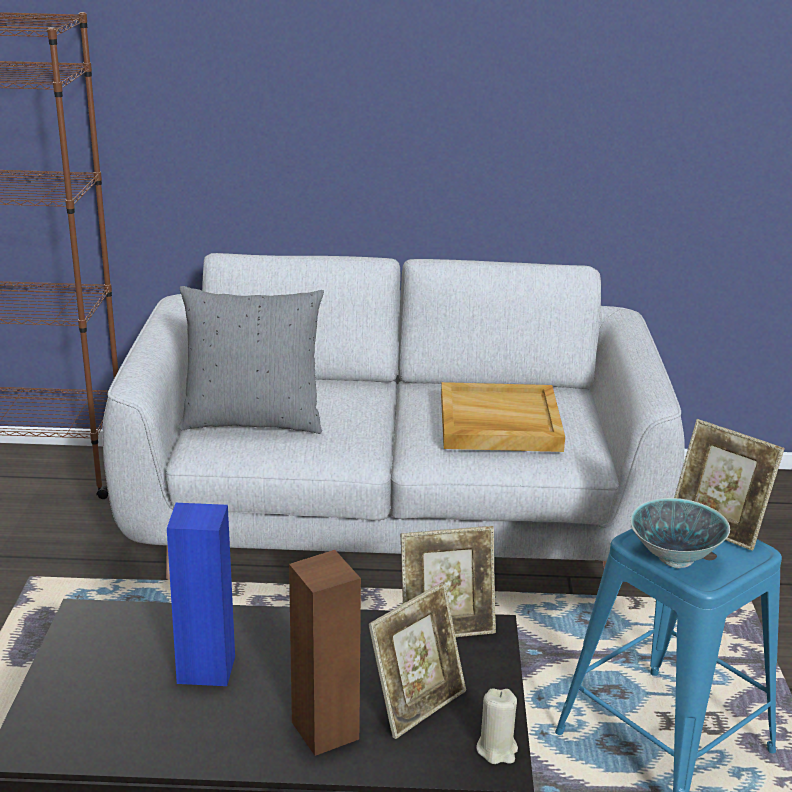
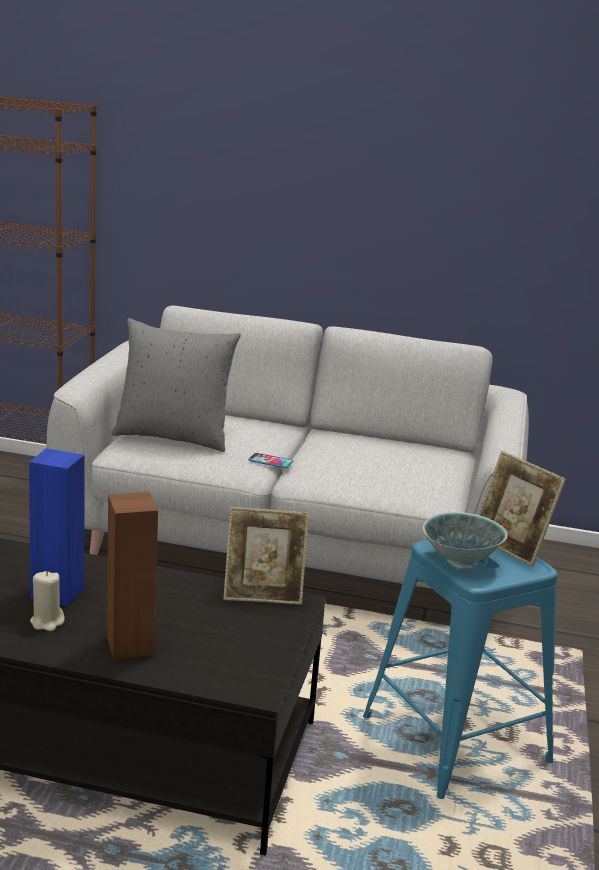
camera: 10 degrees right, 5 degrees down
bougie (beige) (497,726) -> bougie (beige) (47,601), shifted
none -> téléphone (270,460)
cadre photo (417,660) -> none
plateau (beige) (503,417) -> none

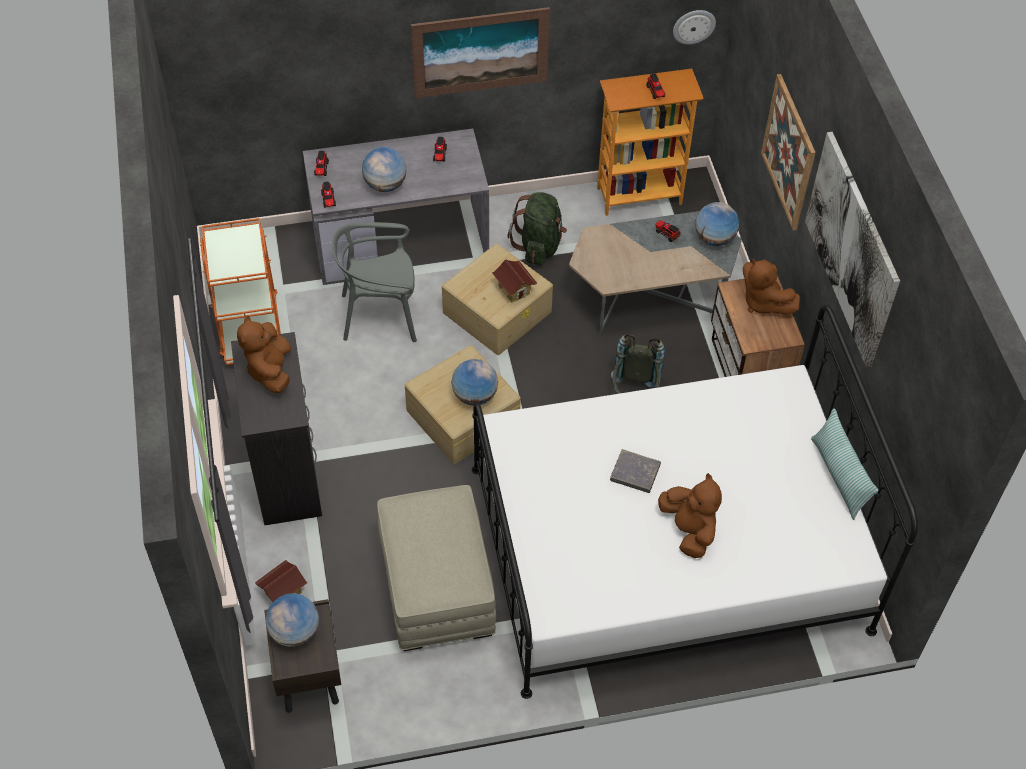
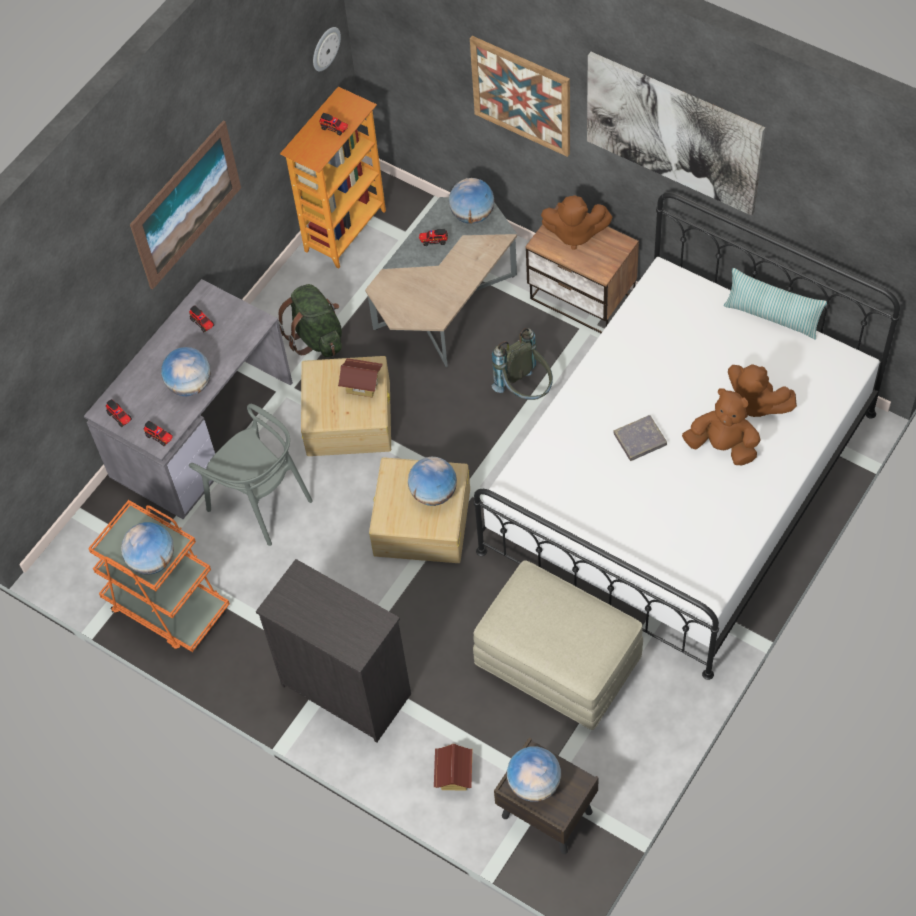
camera: 40 degrees left, 5 degrees up
none -> globe (147,548)
chaise (gris) (374,282) -> chaise (gris) (251,475), 90 degrees counterclockwise
peluche (marron) (264,354) -> peluche (marron) (762,391), shifted

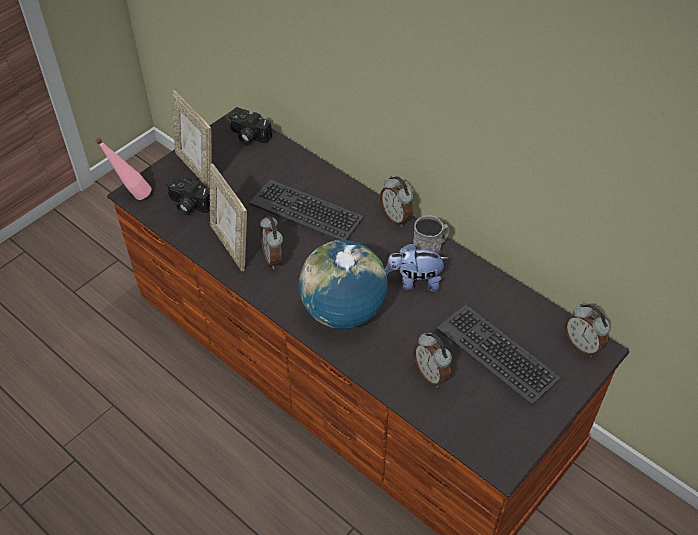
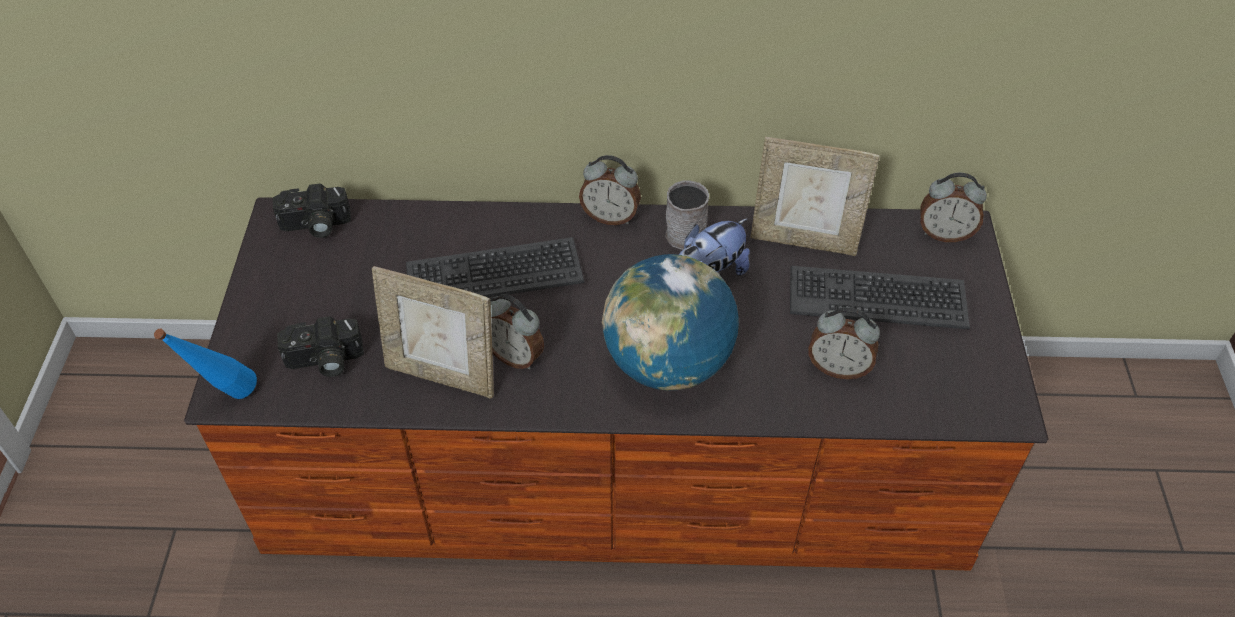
camera: 40 degrees left, 0 degrees up
bouteille (rose) (123,169) -> bouteille (bleu) (205,364)
cadre photo (192,140) -> cadre photo (815,196), shifted

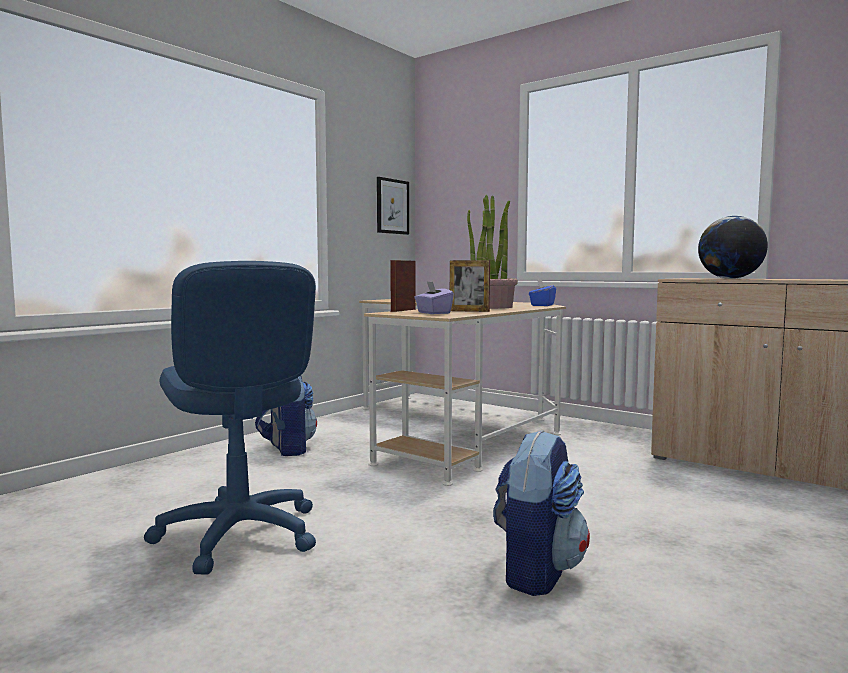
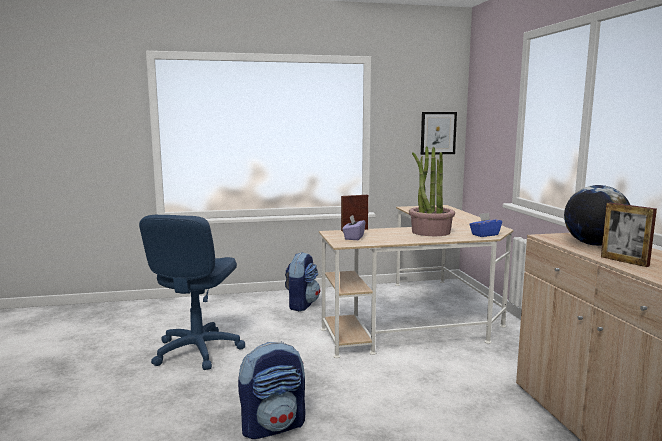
camera: 40 degrees right, 5 degrees up
cadre photo (470,286) -> cadre photo (629,234), shifted

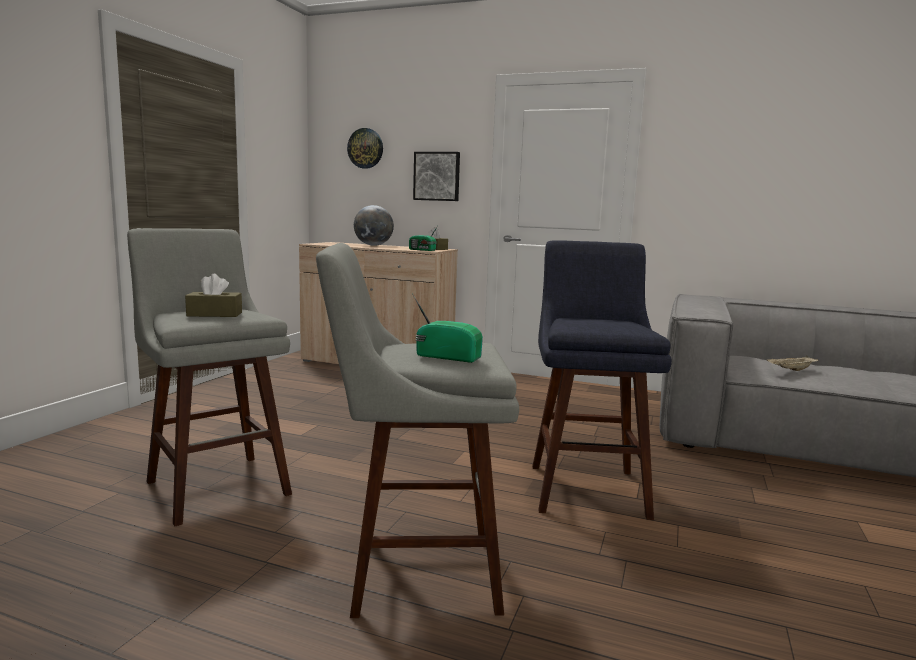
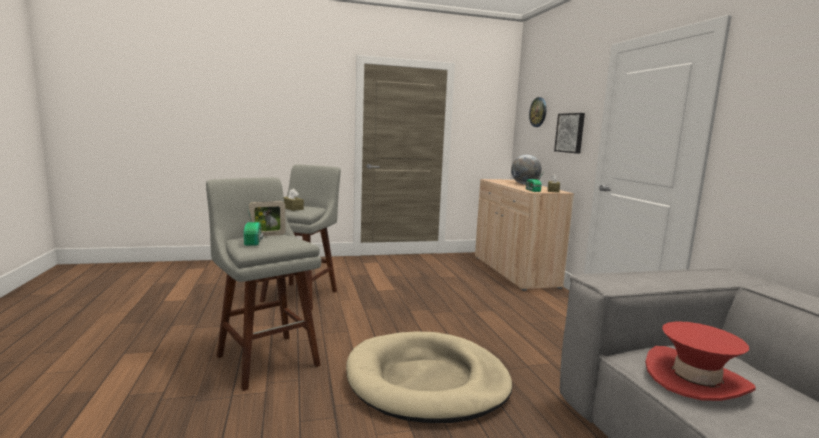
camera: 55 degrees right, 0 degrees up
none -> cadre photo (267,218)
tabouret (bleu) (602,380) -> panier pour chien (beige) (429,377)
plateau (beige) (792,363) -> chapeau (rouge) (700,361)

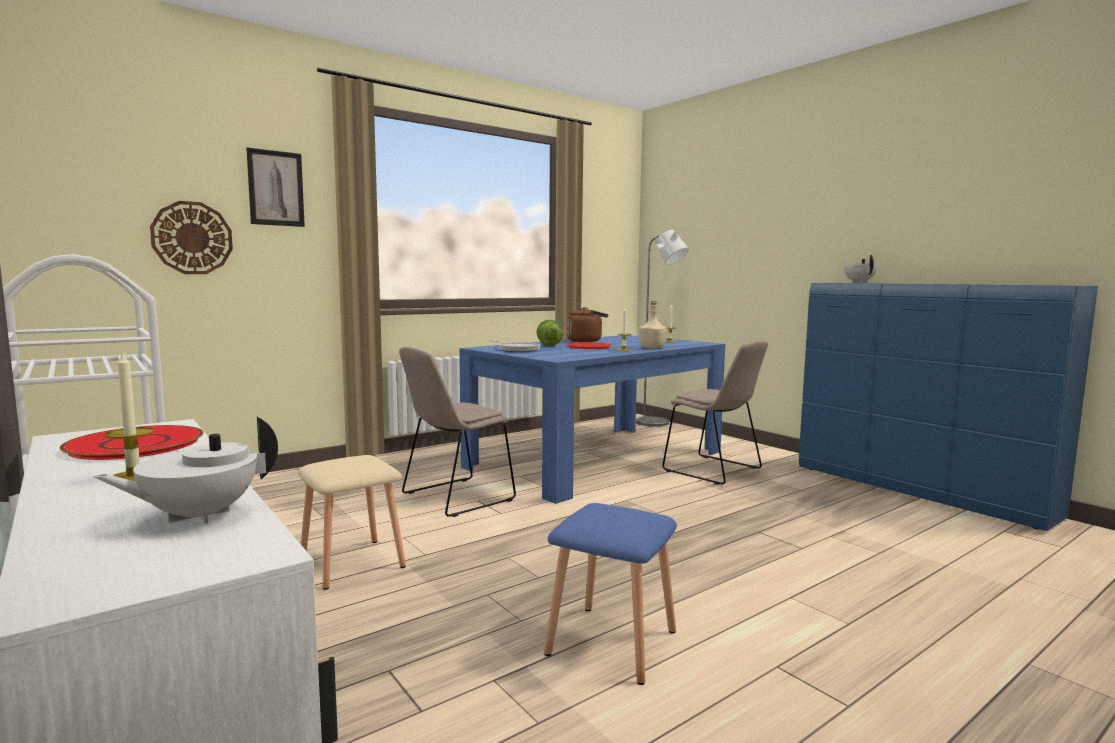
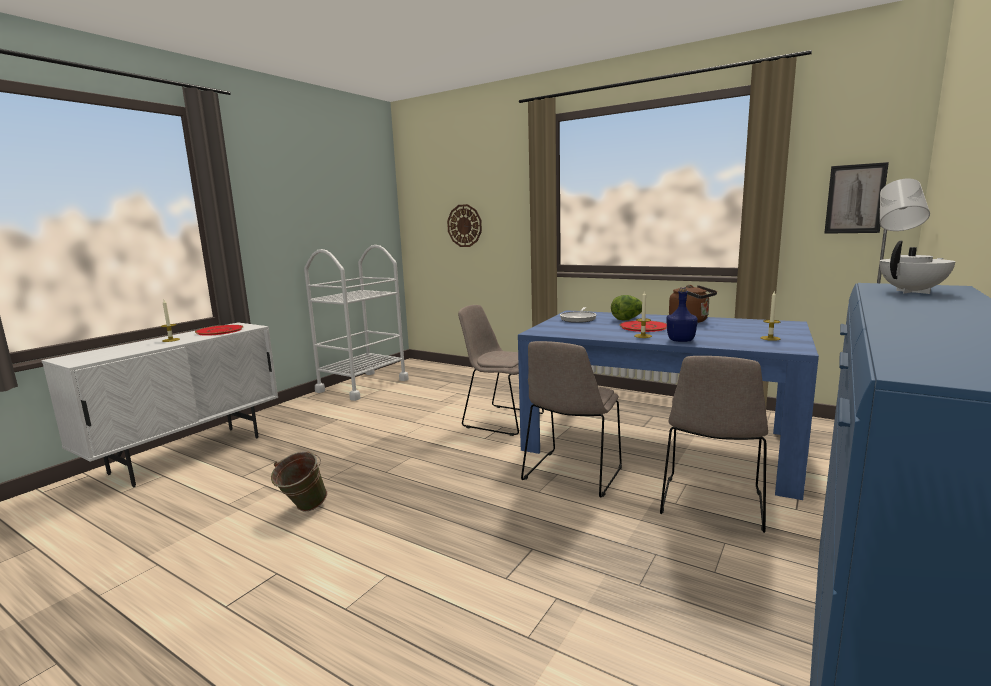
camera: 70 degrees right, 5 degrees up
tabouret (bleu) (610,594) -> seau (vert) (299,481)
none -> chaise (beige) (571,419)
bouteille (beige) (653,325) -> bouteille (bleu) (682,314)
tableau (275,187) -> tableau (856,198), shifted
théière (blanc) (185,470) -> none
tabouret (beige) (352,522) -> none

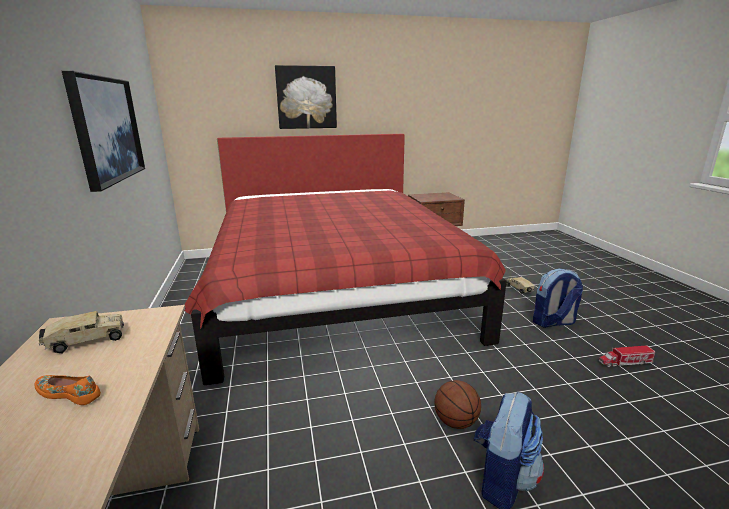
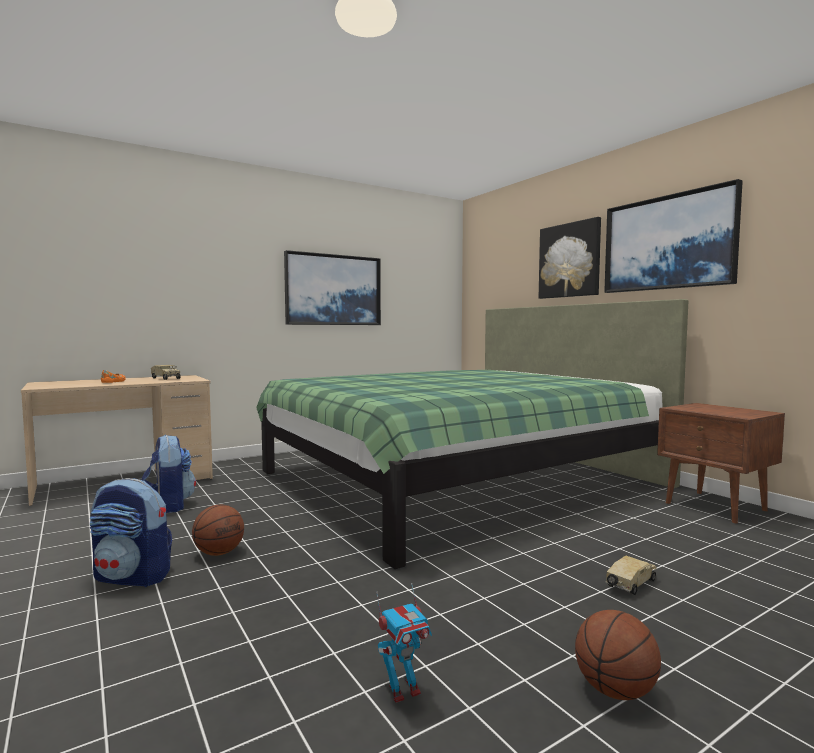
camera: 70 degrees right, 15 degrees down
sac à dos (558,298) -> sac à dos (168,474), shifted
lit (rouge) (345,259) -> lit (vert) (472,434)
camion jouet (627,356) -> robot jouet (404,643)
none -> ballon de basket (618,655)
none -> tableau (673,236)

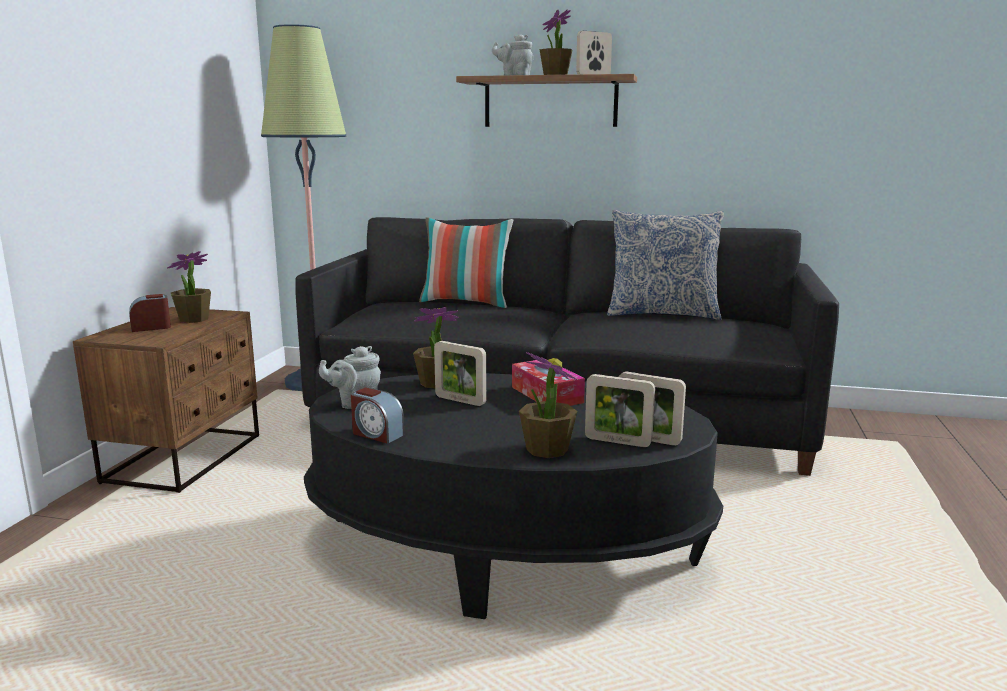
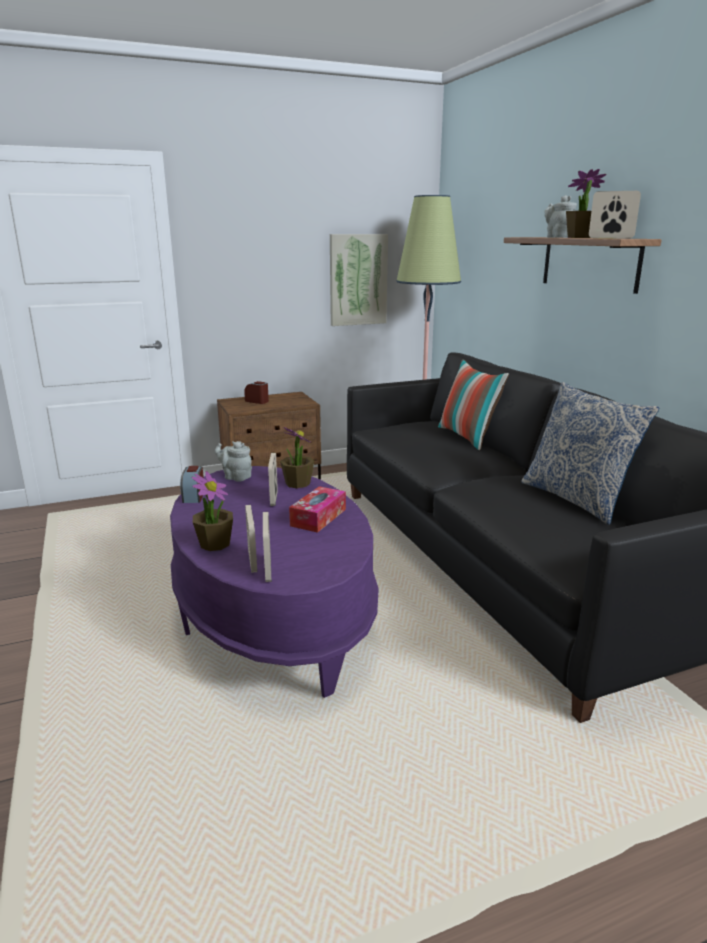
camera: 55 degrees right, 5 degrees up
table basse (noir) (513,496) -> table basse (violet) (274,582)
none -> tableau (359,280)
plante en pot (189,287) -> none

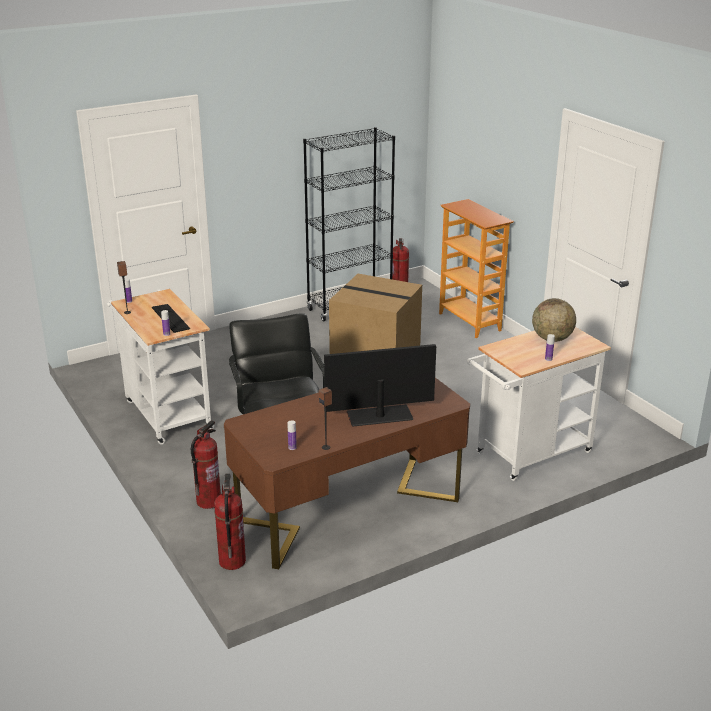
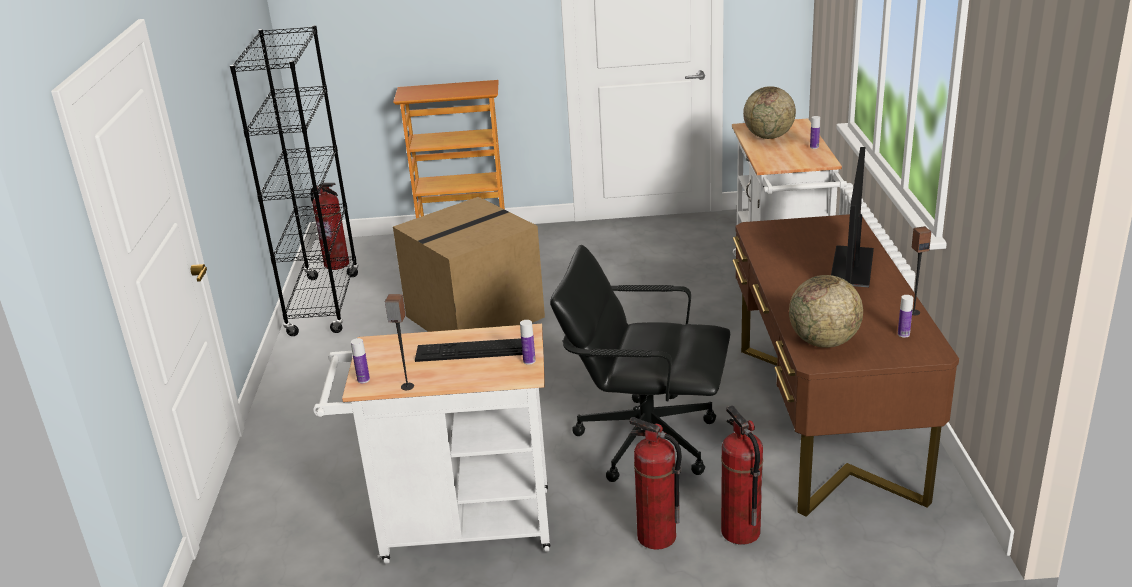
camera: 60 degrees left, 0 degrees up
extincteur (230,521) -> extincteur (655,483), shifted
none -> globe (826,311)

